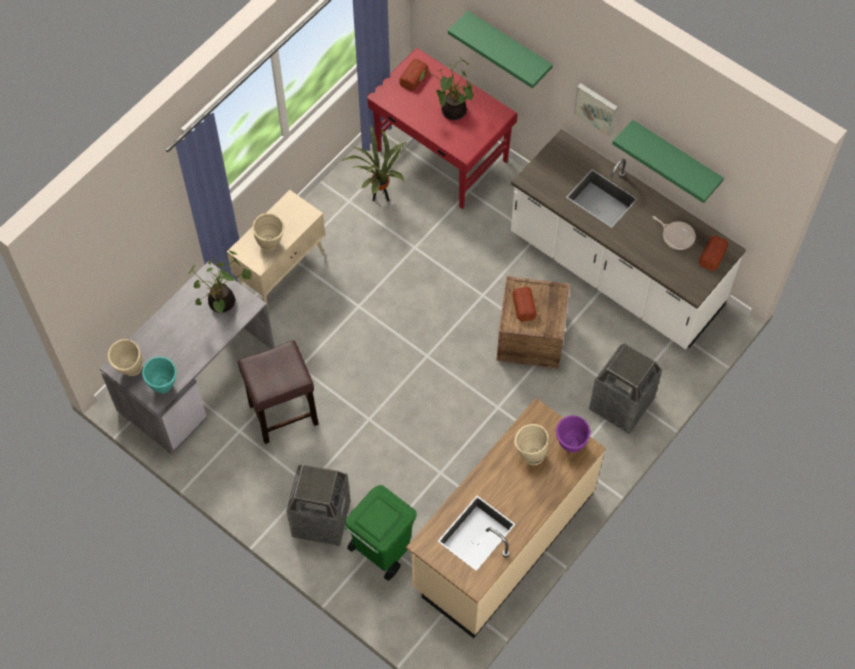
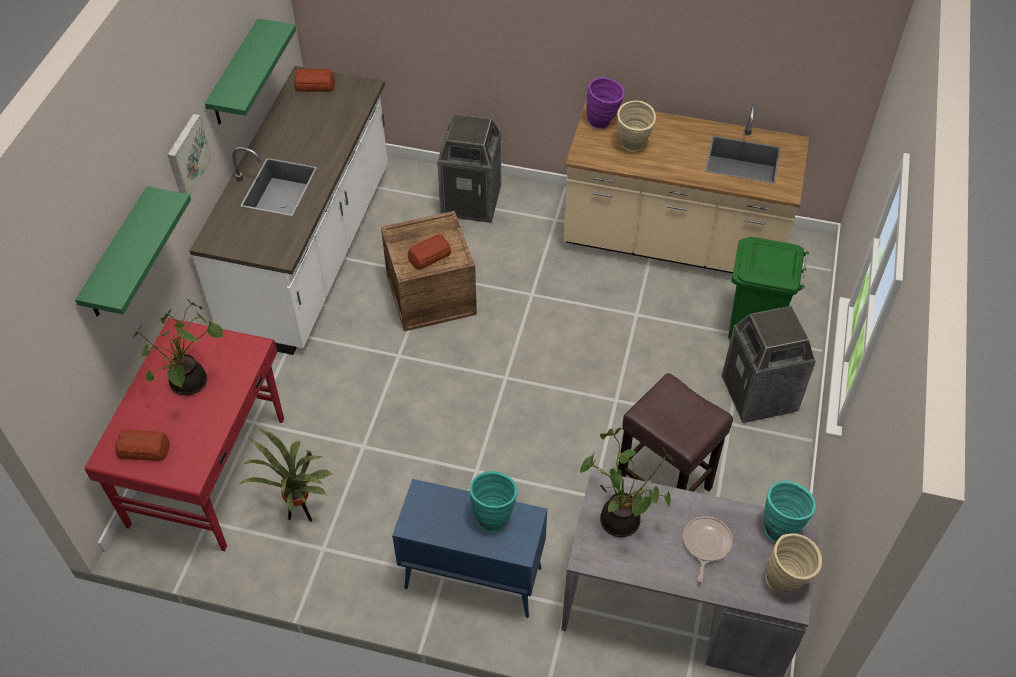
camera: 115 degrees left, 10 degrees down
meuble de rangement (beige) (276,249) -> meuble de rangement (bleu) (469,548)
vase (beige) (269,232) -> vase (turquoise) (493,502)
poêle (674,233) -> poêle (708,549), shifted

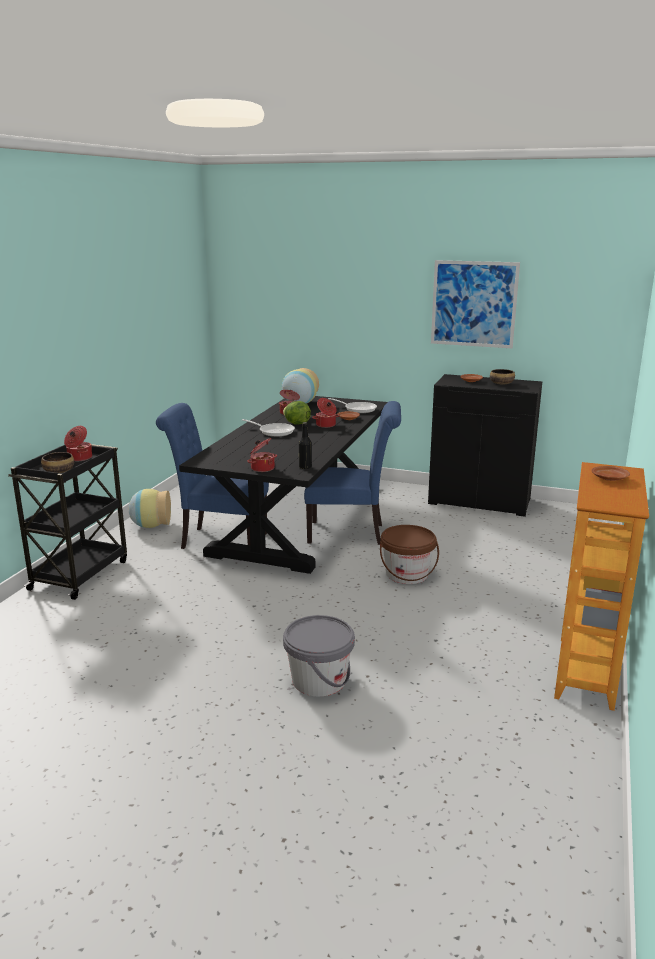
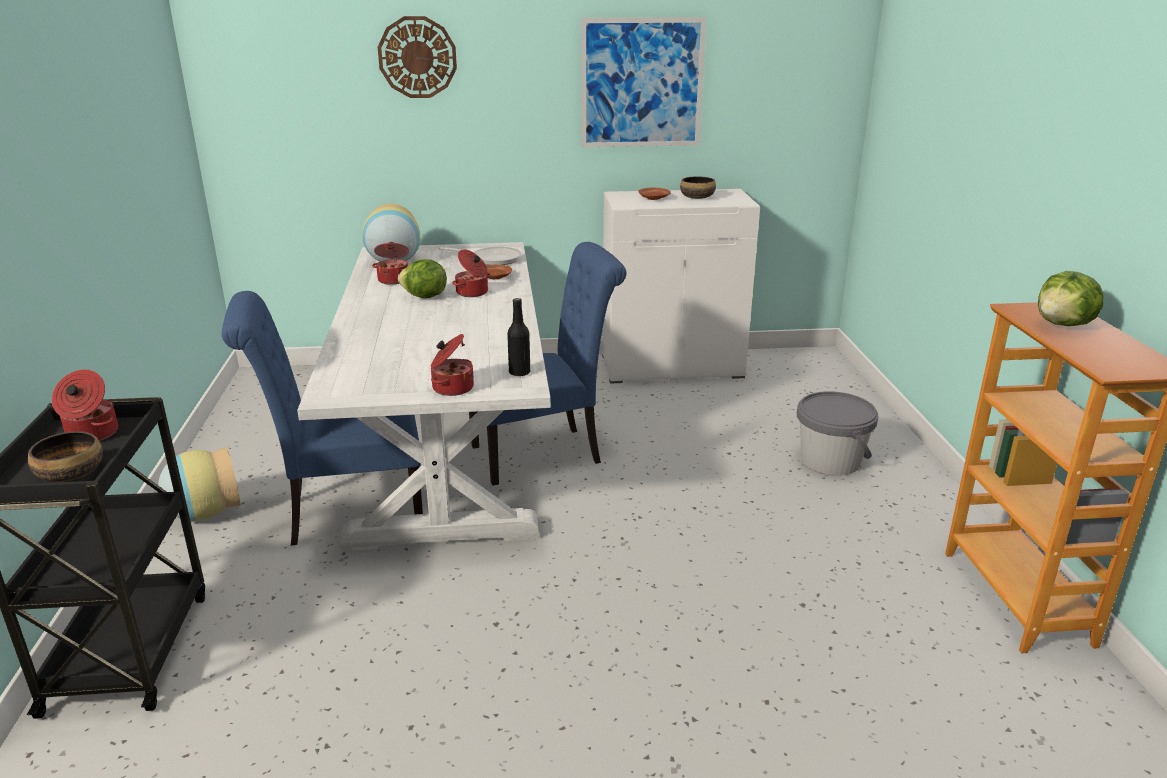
camera: 25 degrees left, 5 degrees up
table à manger (noir) (283,485) -> table à manger (blanc) (424,396)
none -> horloge murale (417,57)
meuble de rangement (noir) (485,445) -> meuble de rangement (blanc) (681,286)
seau (gris) (319,656) -> seau (gris) (837,433), shifted
assiette (marron) (610,473) -> laitue (1070,298)
poêle (268,428) -> none
seau (marron) (409,554) -> none

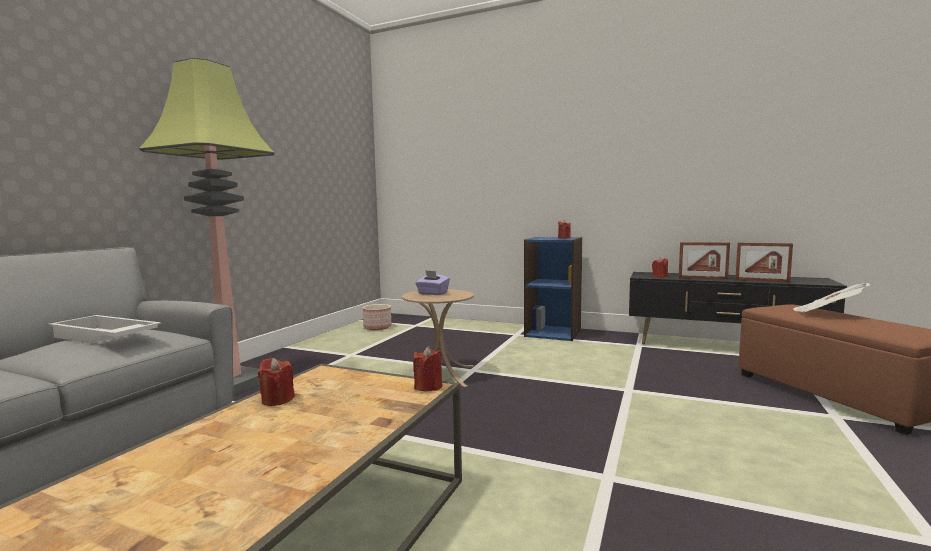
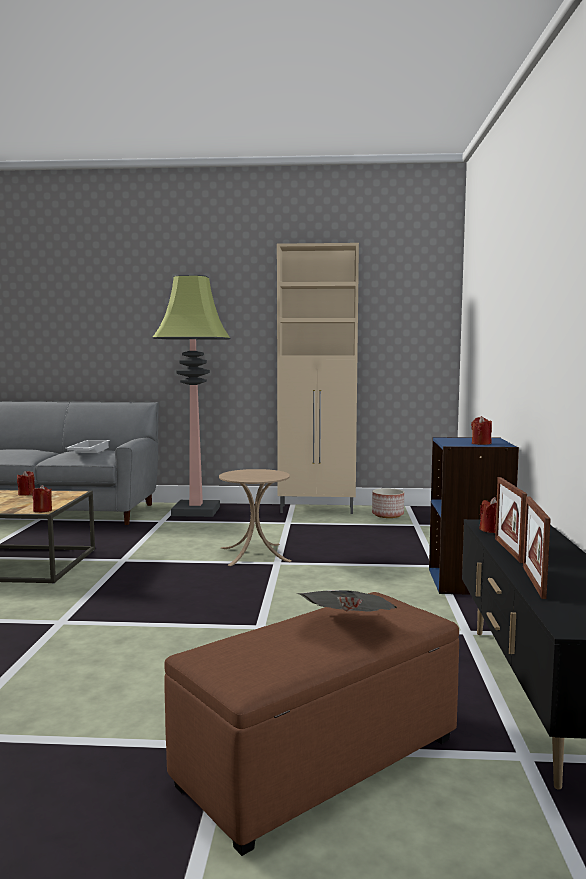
camera: 70 degrees right, 0 degrees up
none -> meuble de rangement (beige) (318,378)
boîte à mouchoirs (violet) (432,282) -> none

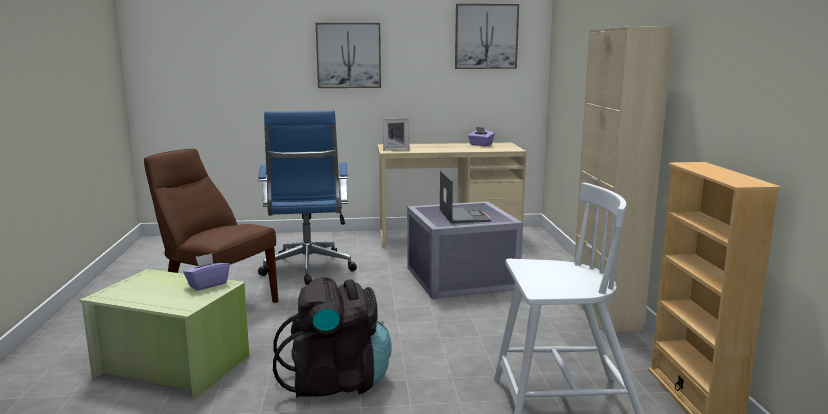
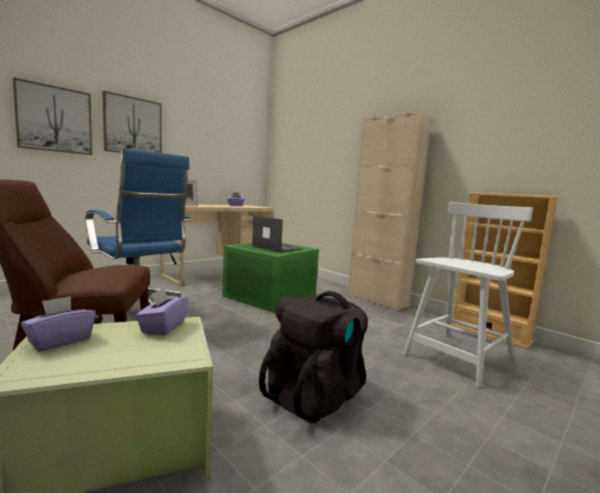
camera: 40 degrees left, 5 degrees down
tableau (487,36) -> tableau (52,116), shifted
none -> boîte à mouchoirs (violet) (58,324)
boîte de rangement (gris) (465,250) -> boîte de rangement (vert) (270,277)

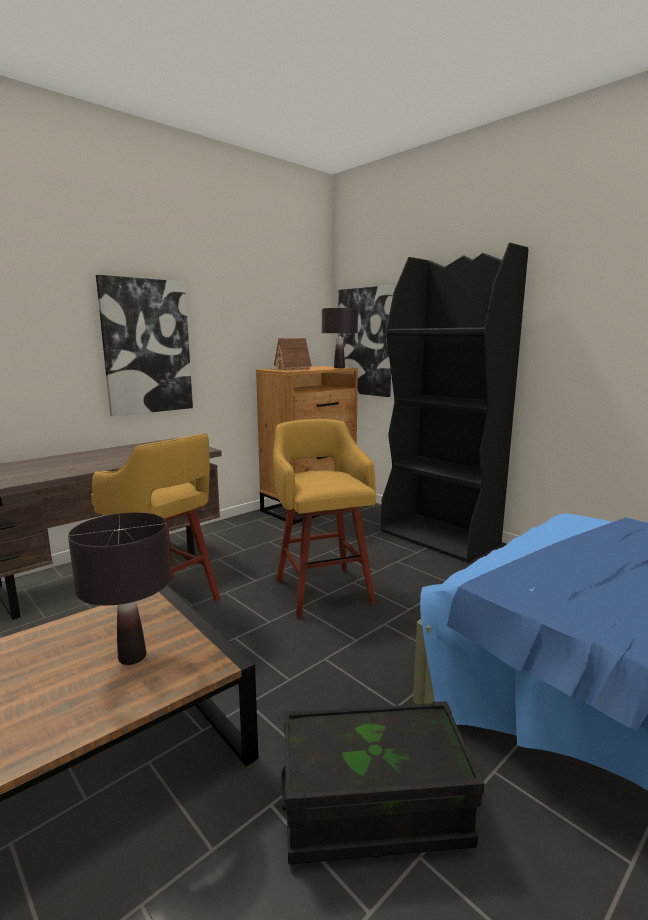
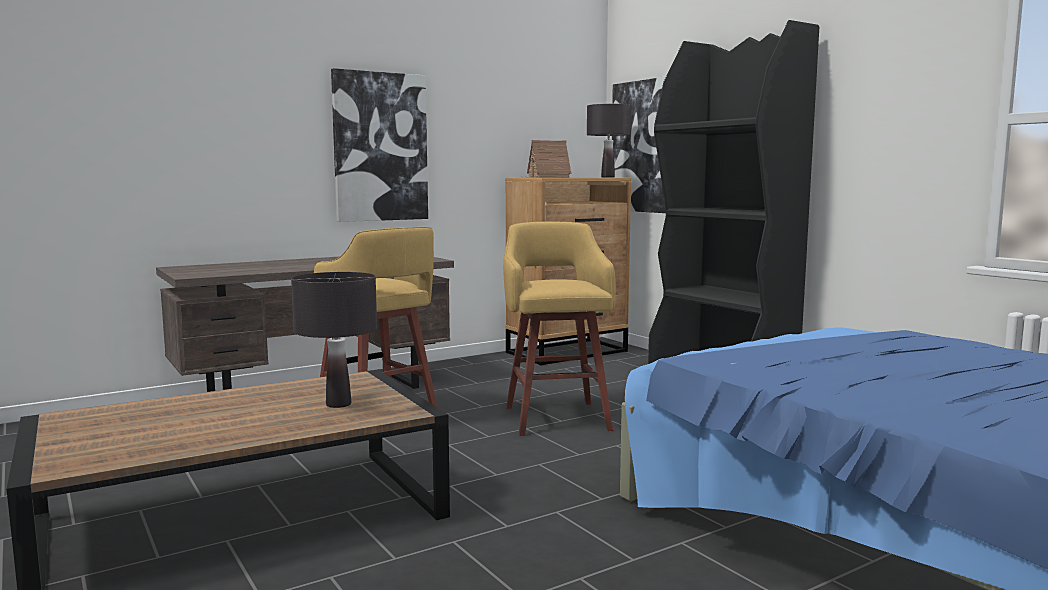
camera: 10 degrees right, 5 degrees down
boîte de rangement (noir) (383,782) -> none

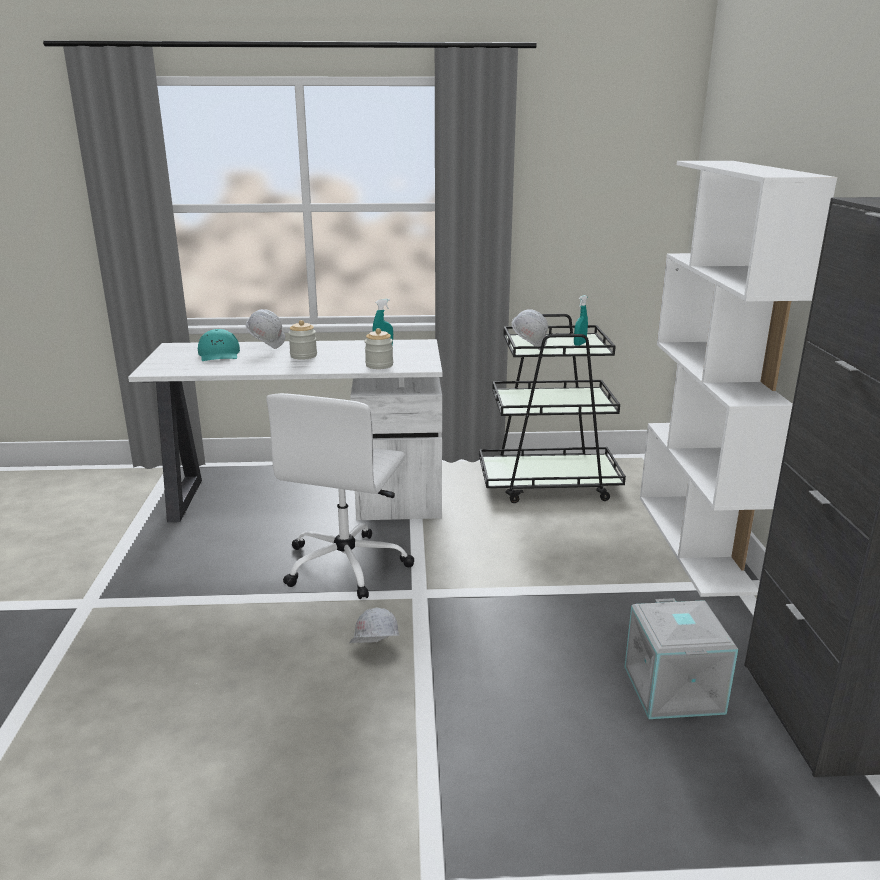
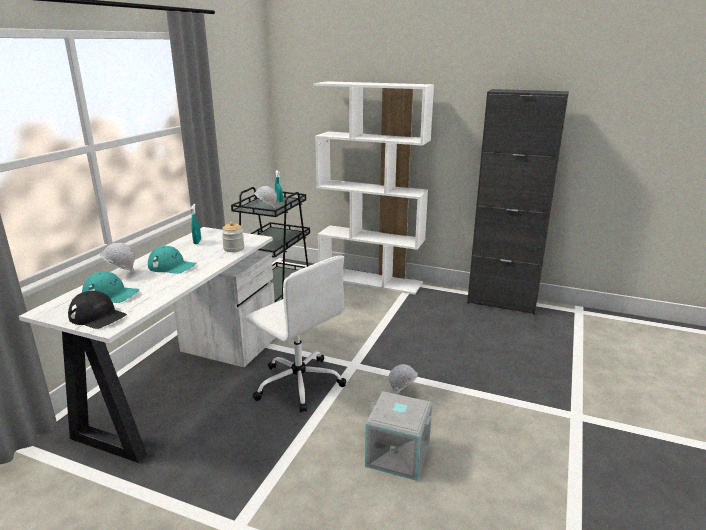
camera: 65 degrees left, 0 degrees up
none -> casquette (noir) (97,310)
bocal (302,339) -> casquette (turquoise) (172,260)
boîte de rangement (gris) (681,658) -> boîte de rangement (gris) (398,436), shifted

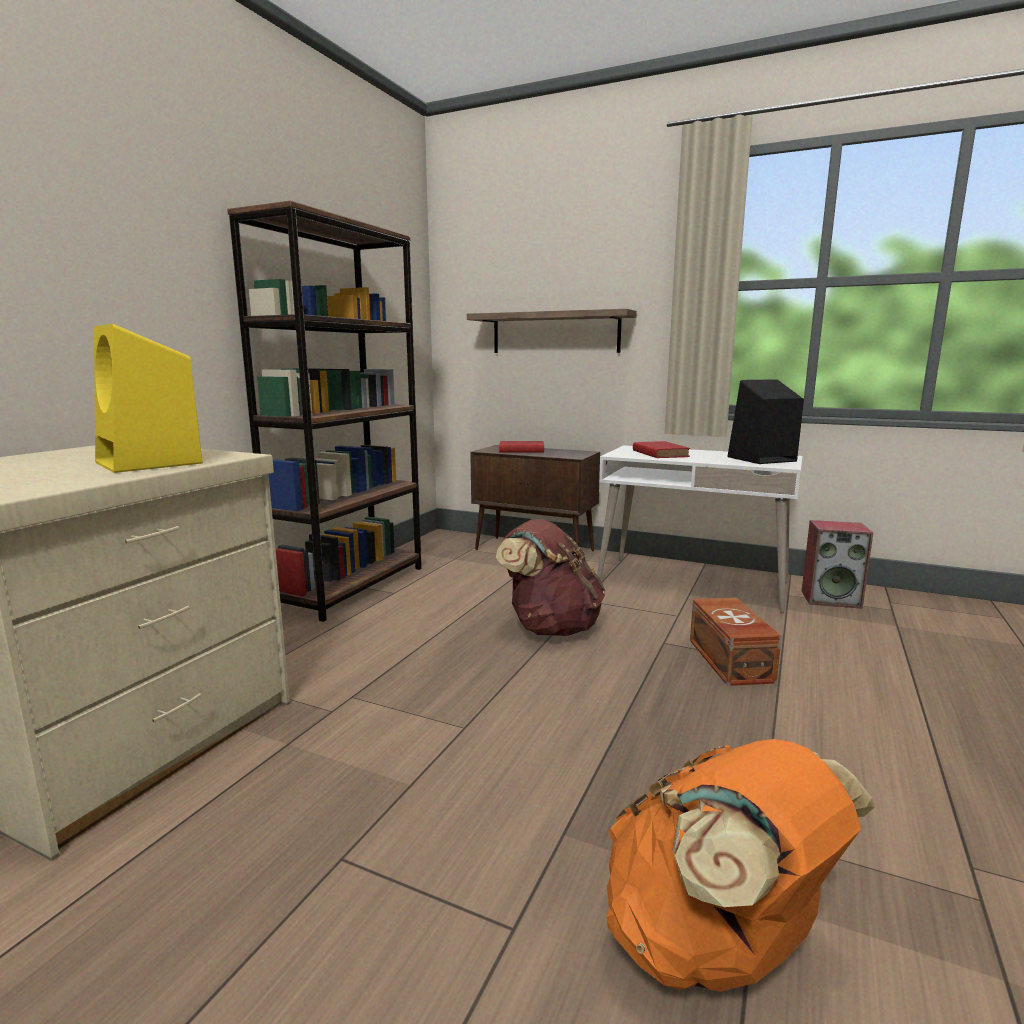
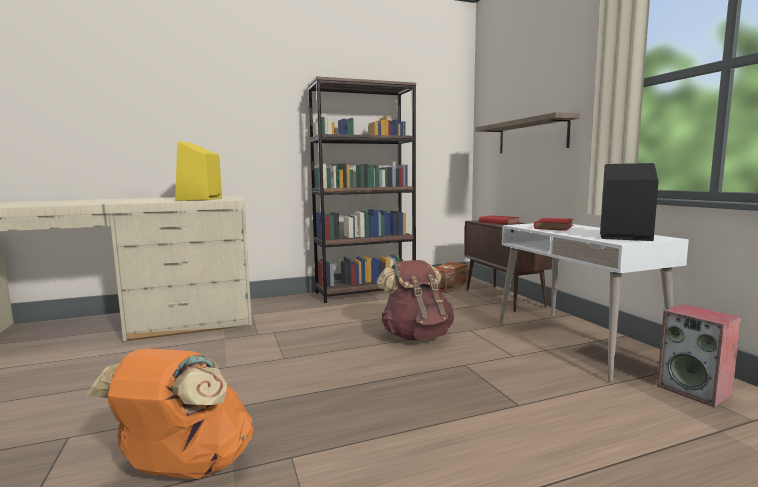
camera: 45 degrees right, 5 degrees down
boîte de rangement (marron) (736,642) -> boîte de rangement (marron) (451,277), shifted

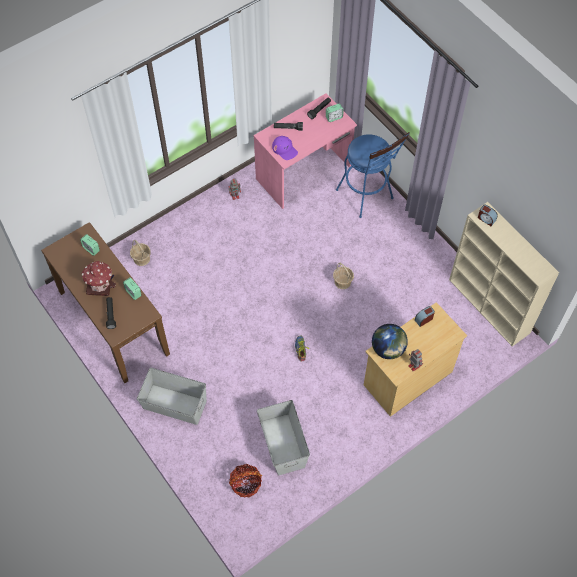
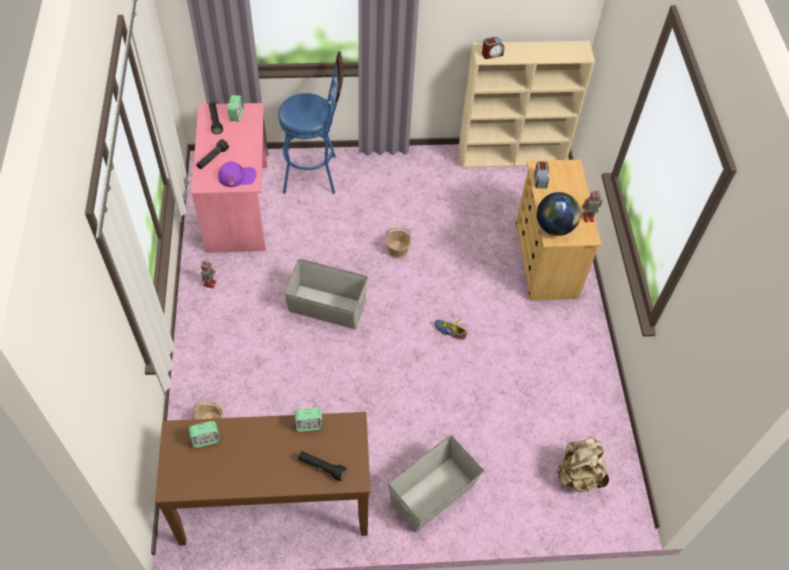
camera: 60 degrees left, 5 degrees down
boîte de rangement (gris) (283,437) -> boîte de rangement (gris) (326,294), shifted
panier (245,480) -> sac à dos (beige) (582,464)
maison miniature (99,278) -> none

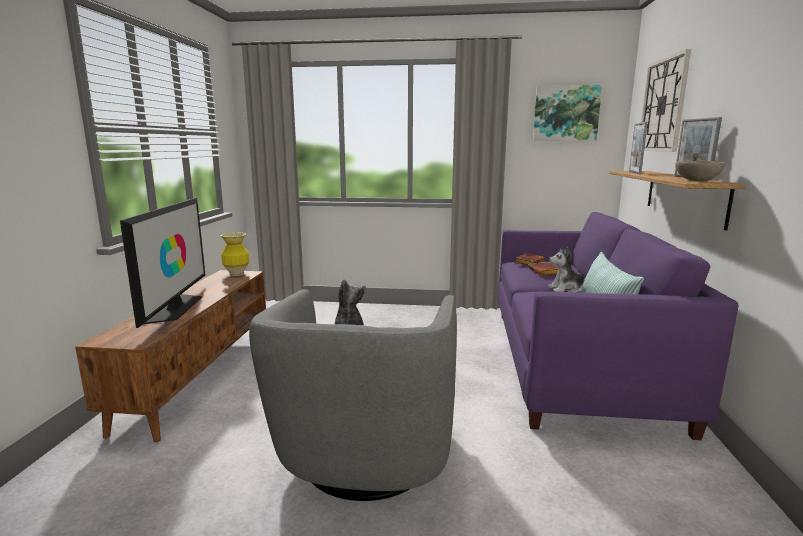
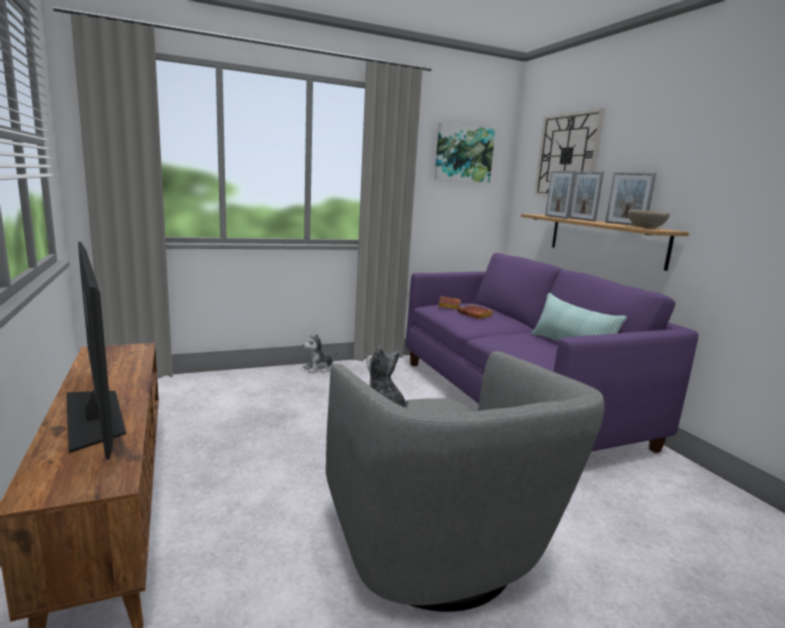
camera: 30 degrees left, 0 degrees up
peluche (566,269) -> peluche (320,353), shifted
none -> cadre photo (586,197)
vase (235,254) -> none

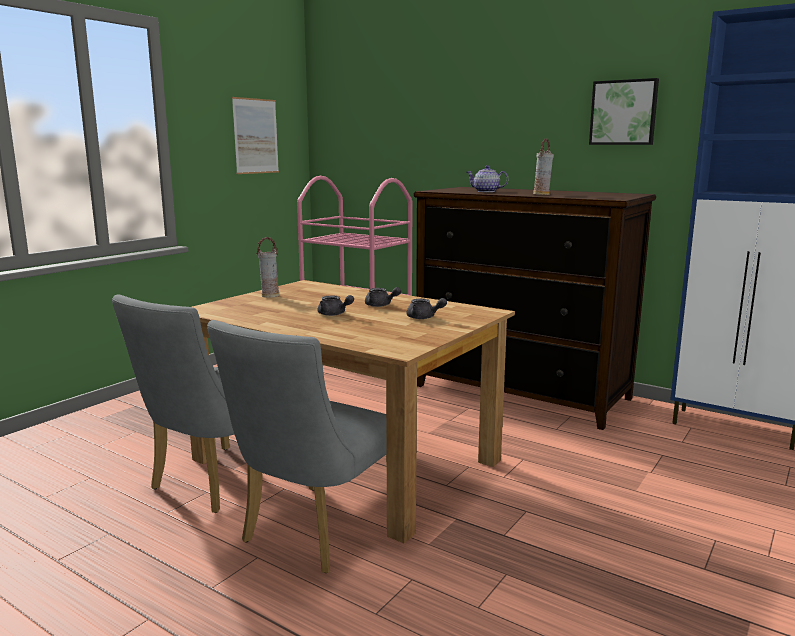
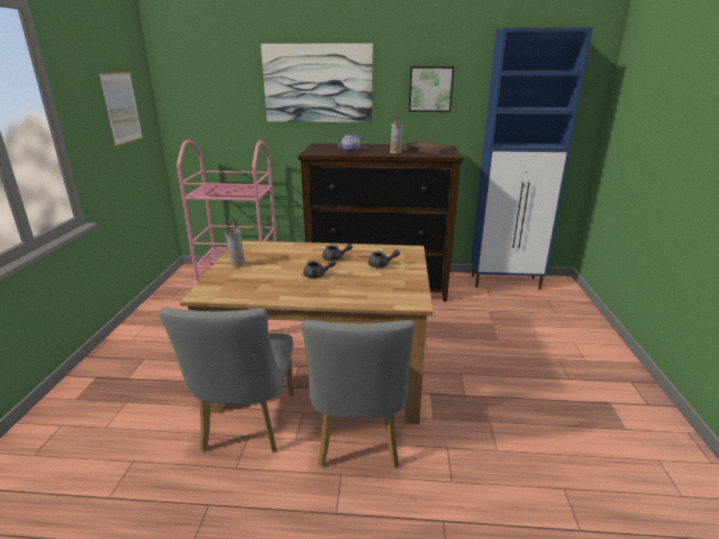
camera: 30 degrees left, 10 degrees up
none -> tableau (317,83)
none -> plateau (marron) (427,147)

